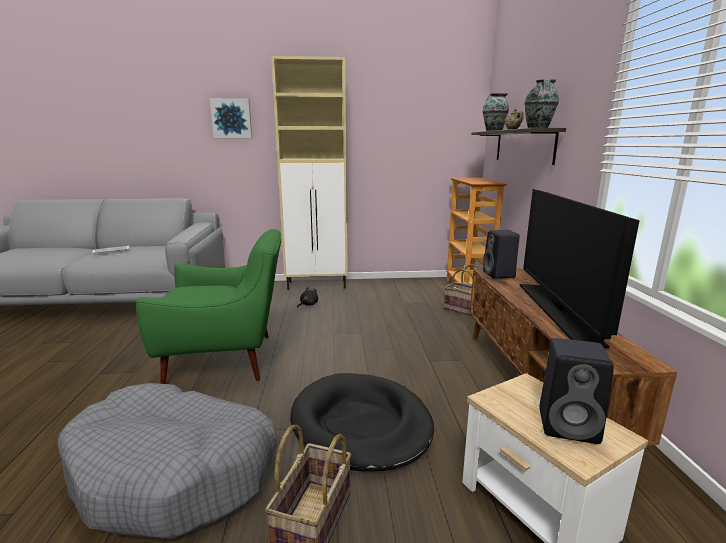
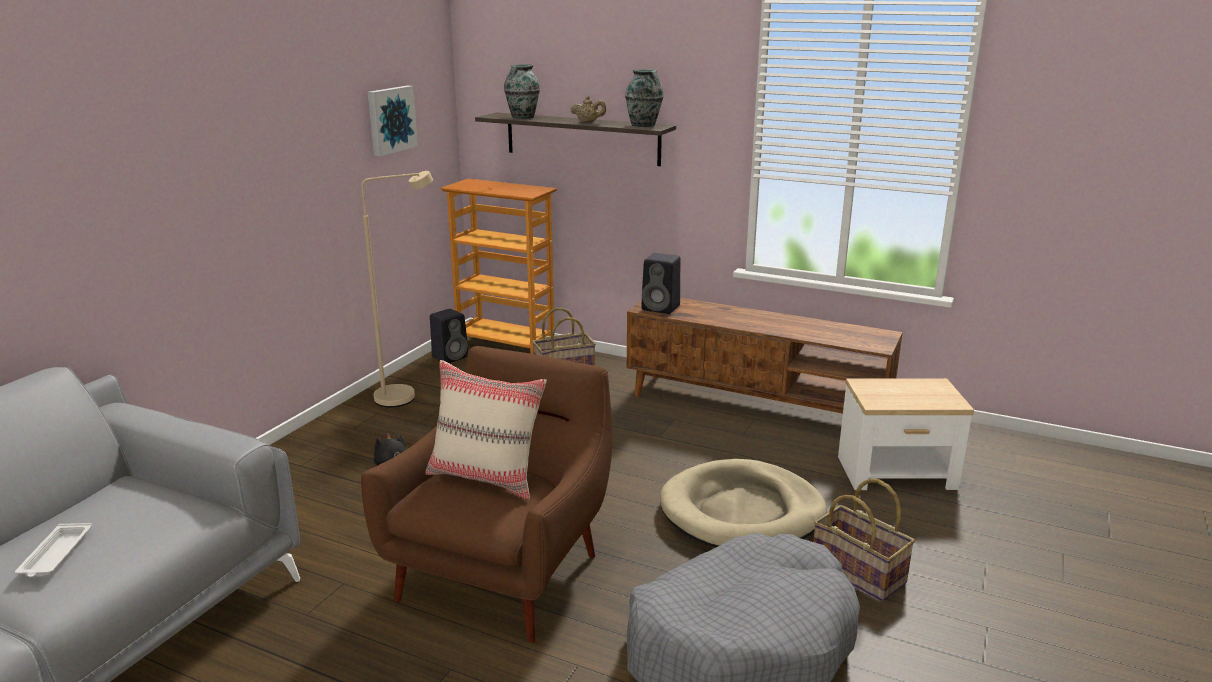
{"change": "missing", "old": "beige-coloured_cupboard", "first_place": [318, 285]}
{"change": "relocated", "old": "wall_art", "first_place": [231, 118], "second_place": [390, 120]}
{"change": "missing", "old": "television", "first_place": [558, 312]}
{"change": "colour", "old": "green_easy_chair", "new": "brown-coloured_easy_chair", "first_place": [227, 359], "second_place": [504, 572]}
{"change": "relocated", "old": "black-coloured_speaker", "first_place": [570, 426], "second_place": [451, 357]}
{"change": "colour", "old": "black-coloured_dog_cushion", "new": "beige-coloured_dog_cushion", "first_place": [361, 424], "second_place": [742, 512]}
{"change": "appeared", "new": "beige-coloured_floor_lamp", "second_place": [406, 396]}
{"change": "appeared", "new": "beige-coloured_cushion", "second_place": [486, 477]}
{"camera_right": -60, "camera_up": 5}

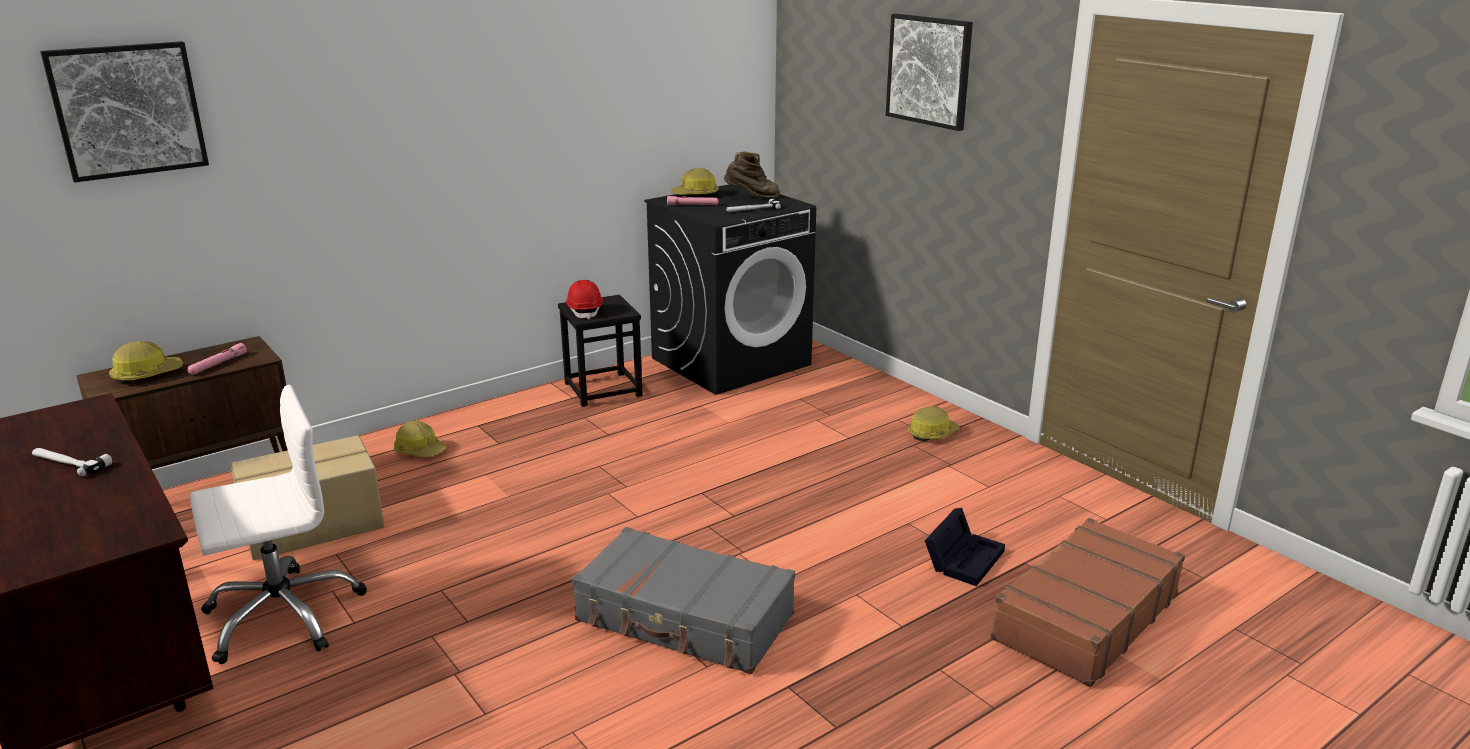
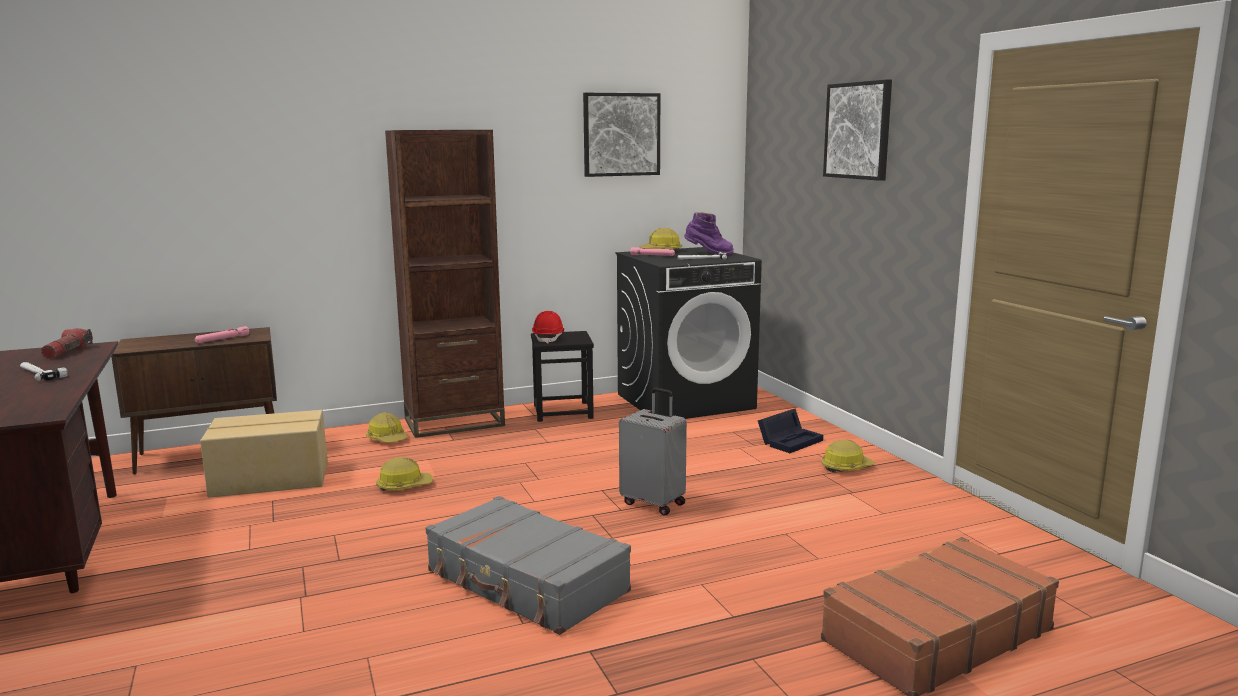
{"change": "relocated", "old": "wall_art", "first_place": [128, 110], "second_place": [621, 134]}
{"change": "colour", "old": "brown-coloured_tall_boot", "new": "purplish_tall_boot", "first_place": [752, 198], "second_place": [708, 254]}
{"change": "relocated", "old": "hard_hat", "first_place": [147, 374], "second_place": [404, 486]}
{"change": "missing", "old": "white_computer_chair", "first_place": [283, 615]}
{"change": "relocated", "old": "black-coloured_storage_bin", "first_place": [964, 558], "second_place": [790, 441]}
{"change": "appeared", "new": "brown-coloured_bookcase", "second_place": [454, 422]}
{"change": "appeared", "new": "torch", "second_place": [67, 352]}
{"change": "appeared", "new": "greyish_suitcase", "second_place": [654, 503]}
{"camera_right": 15, "camera_up": -10}

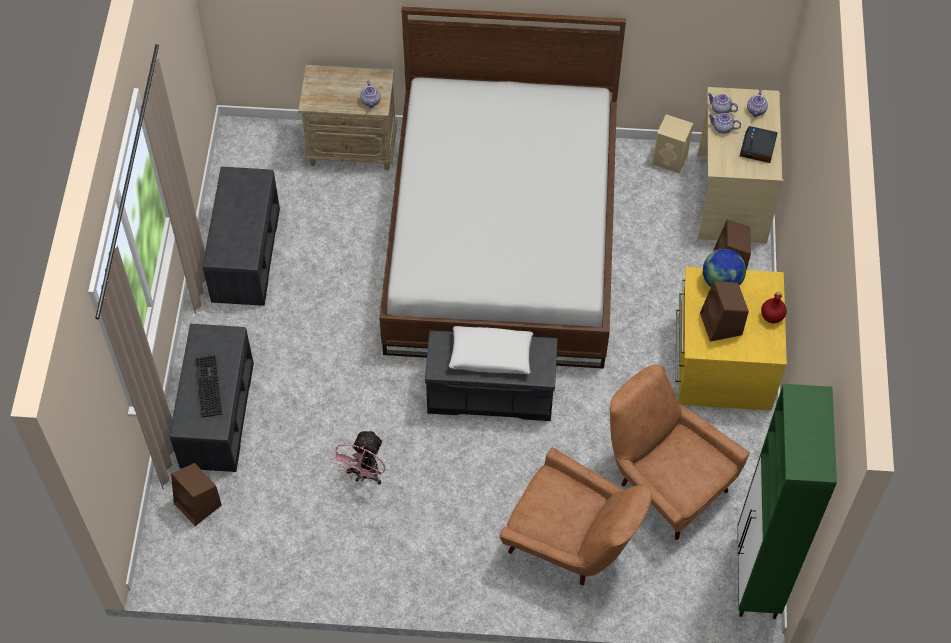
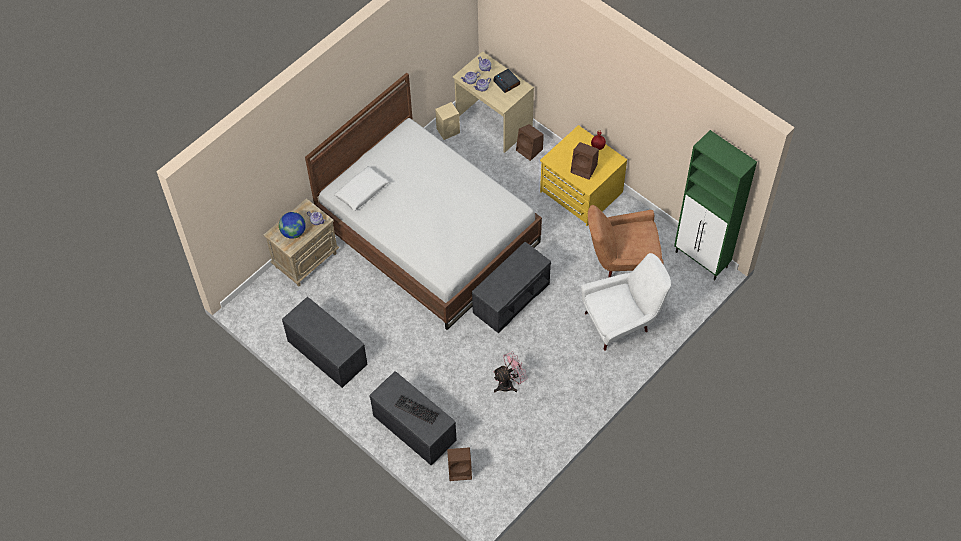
{"change": "relocated", "old": "world_globe", "first_place": [721, 282], "second_place": [293, 232]}
{"change": "relocated", "old": "white_cushion", "first_place": [491, 355], "second_place": [362, 192]}
{"change": "spun", "old": "pink_fan", "first_place": [364, 475], "second_place": [509, 383], "degrees": -90}
{"change": "colour", "old": "brown-coloured_easy_chair", "new": "white_easy_chair", "first_place": [572, 544], "second_place": [622, 321]}
{"camera_right": -50, "camera_up": 0}

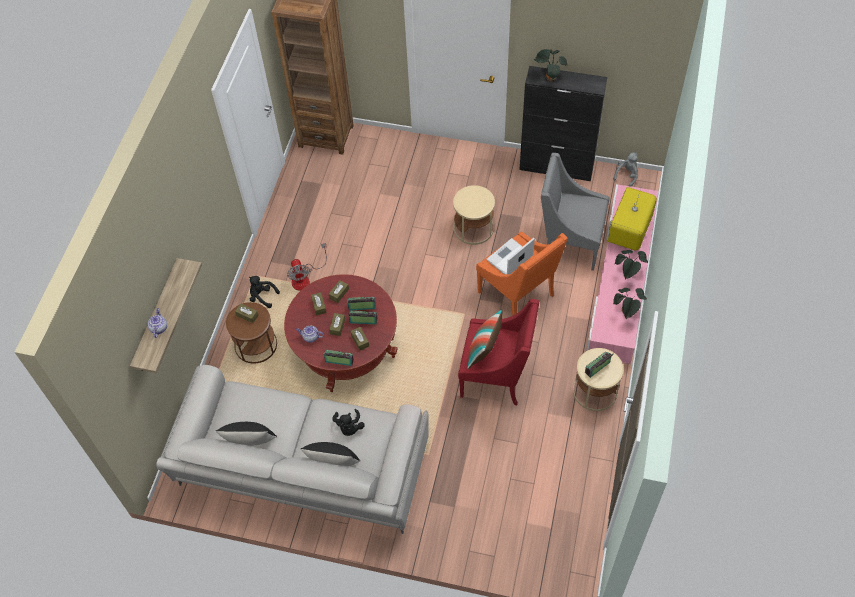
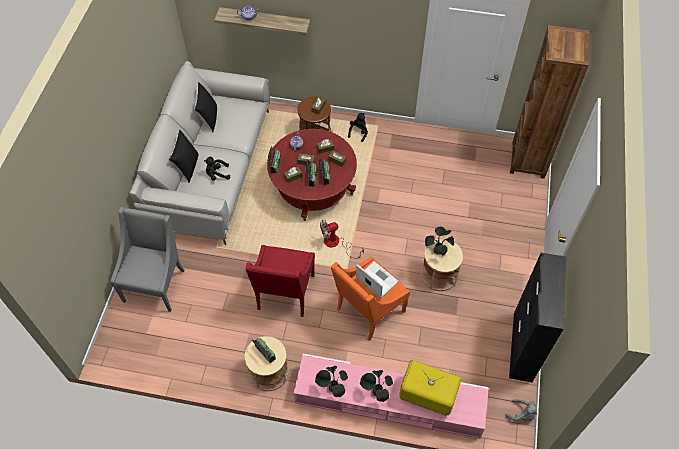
{"change": "relocated", "old": "potted_plant", "first_place": [549, 78], "second_place": [438, 250]}
{"change": "relocated", "old": "greyish_easy_chair", "first_place": [569, 243], "second_place": [155, 284]}
{"change": "relocated", "old": "fan", "first_place": [305, 278], "second_place": [336, 244]}
{"change": "missing", "old": "cushion", "first_place": [484, 351]}
{"camera_right": 85, "camera_up": 0}

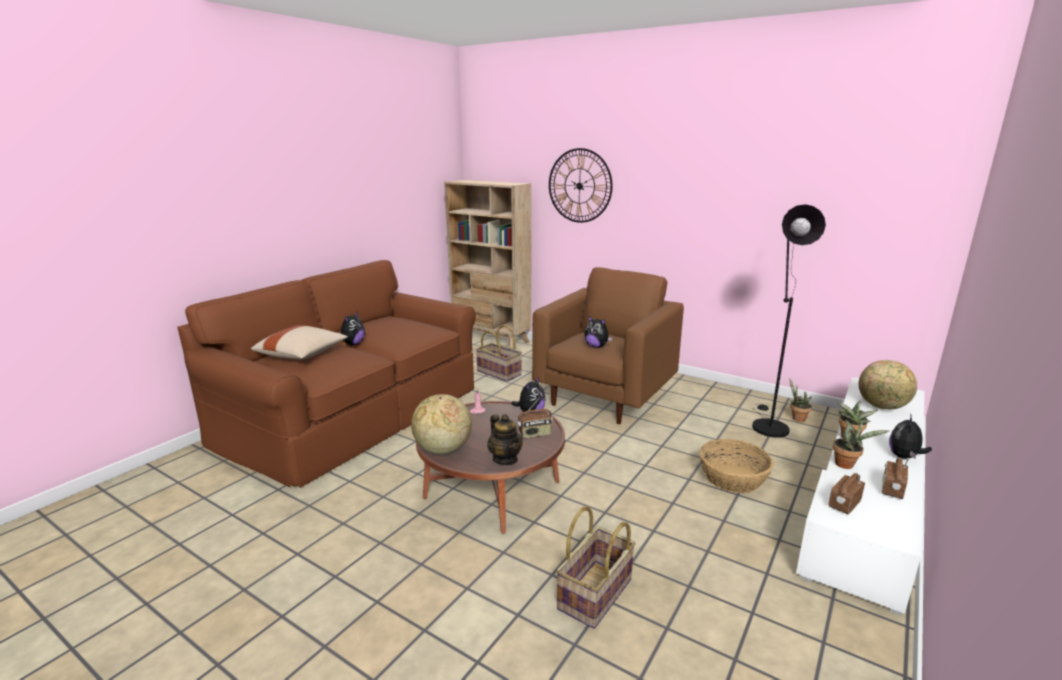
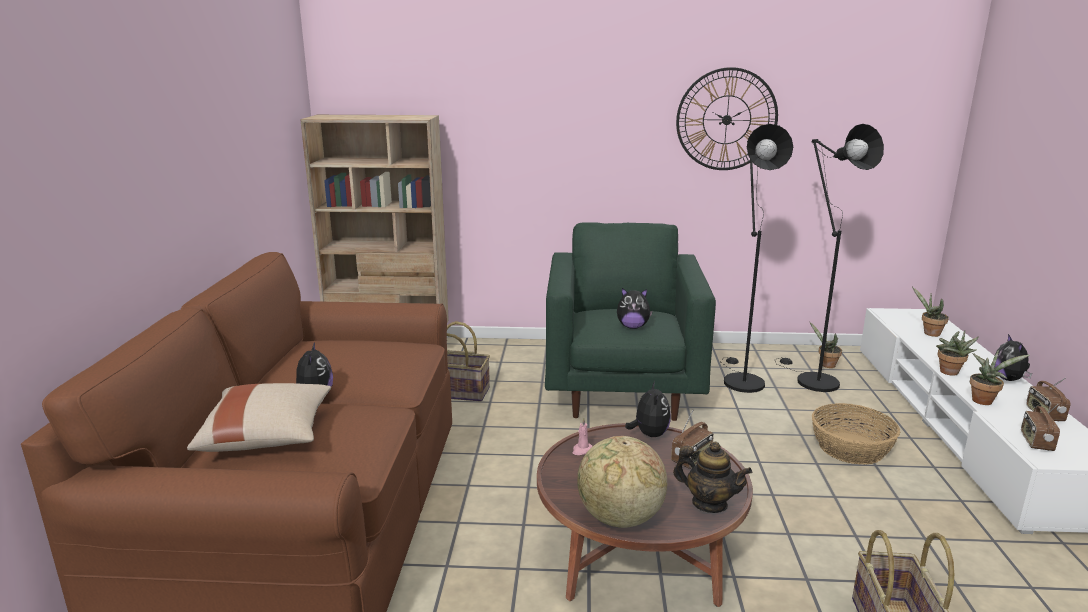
{"change": "relocated", "old": "hanging_clock", "first_place": [579, 186], "second_place": [726, 119]}
{"change": "colour", "old": "brown-coloured_easy_chair", "new": "green_easy_chair", "first_place": [605, 397], "second_place": [622, 391]}
{"change": "exchanged", "old": "world_globe", "new": "potted_plant", "first_place": [882, 407], "second_place": [929, 333]}
{"change": "appeared", "new": "black-coloured_floor_lamp", "second_place": [740, 380]}
{"camera_right": -30, "camera_up": 0}

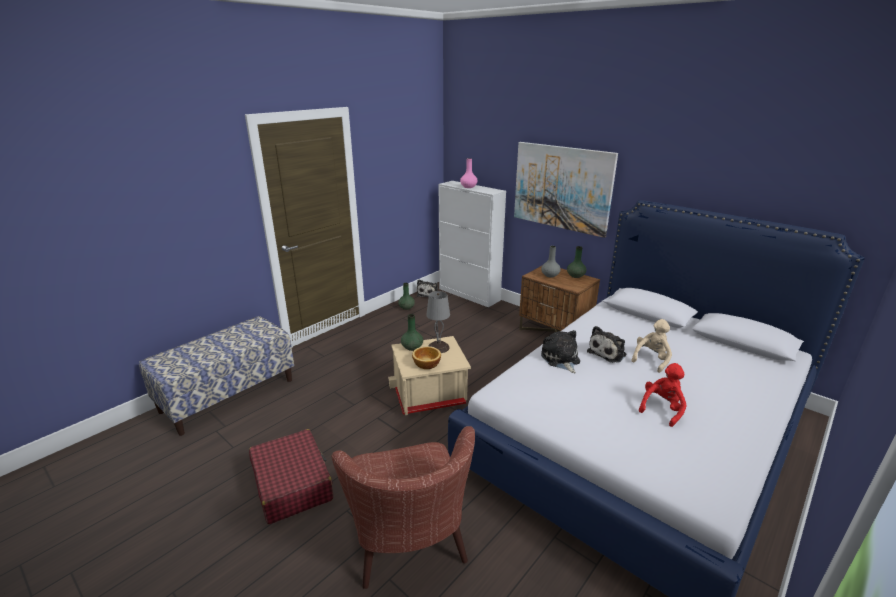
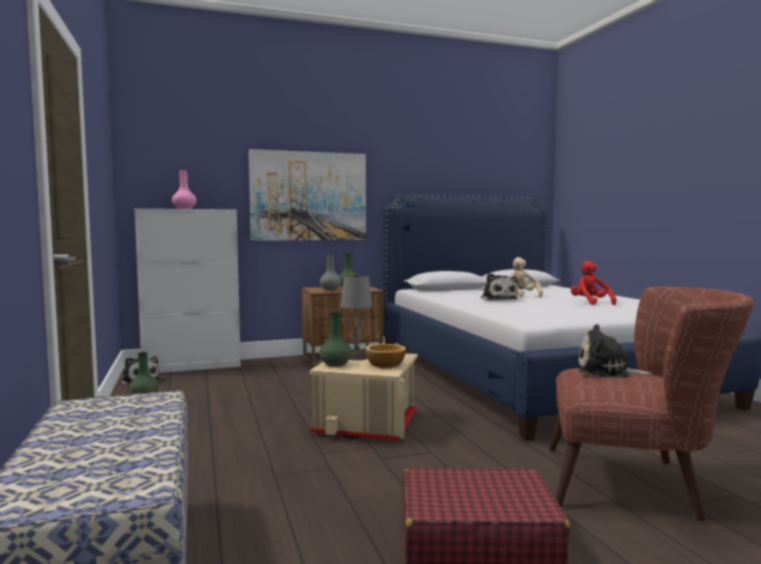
{"change": "relocated", "old": "cuddly_toy", "first_place": [561, 359], "second_place": [607, 371]}
{"camera_right": -60, "camera_up": -20}

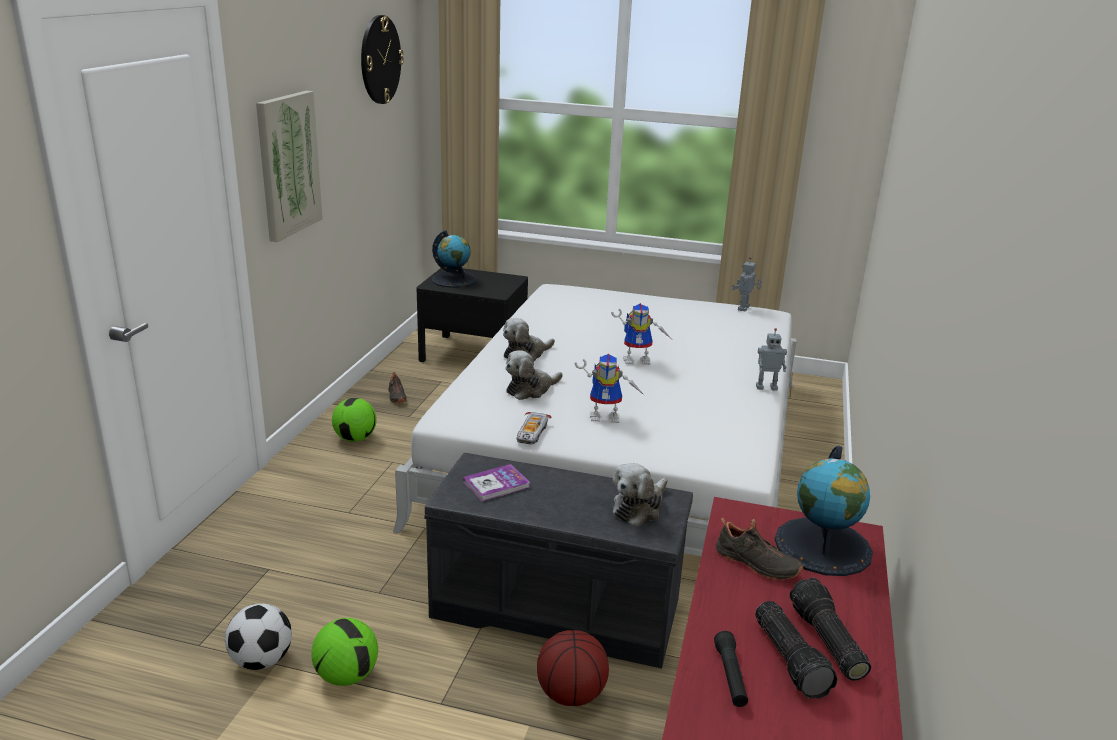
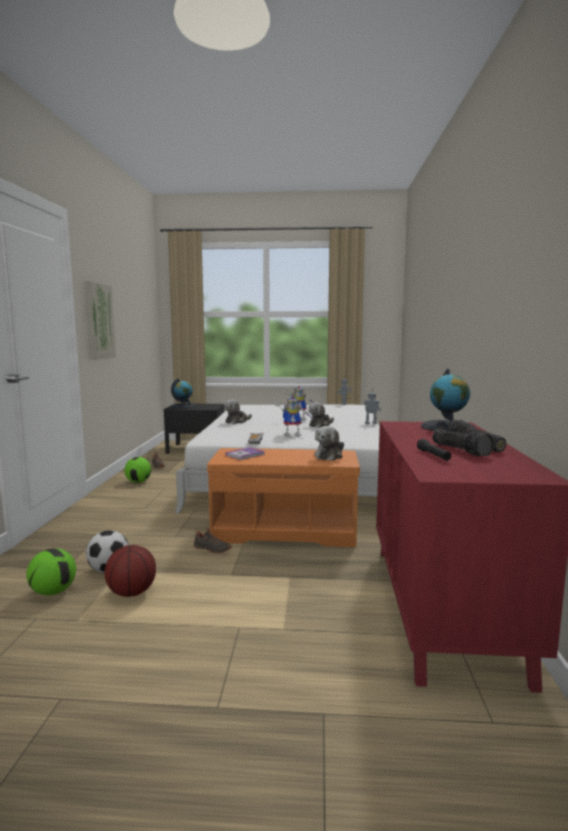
{"change": "missing", "old": "hanging_clock", "first_place": [380, 60]}
{"change": "relocated", "old": "cuddly_toy", "first_place": [530, 389], "second_place": [320, 425]}
{"change": "colour", "old": "greyish_long_seat", "new": "orange-coloured_long_seat", "first_place": [559, 607], "second_place": [286, 531]}
{"change": "relocated", "old": "black-coloured_item_of_footwear", "first_place": [756, 565], "second_place": [211, 549]}
{"change": "relocated", "old": "football", "first_place": [347, 676], "second_place": [53, 592]}
{"change": "relocated", "old": "basketball_ball", "first_place": [571, 694], "second_place": [132, 592]}
{"camera_right": -10, "camera_up": -15}

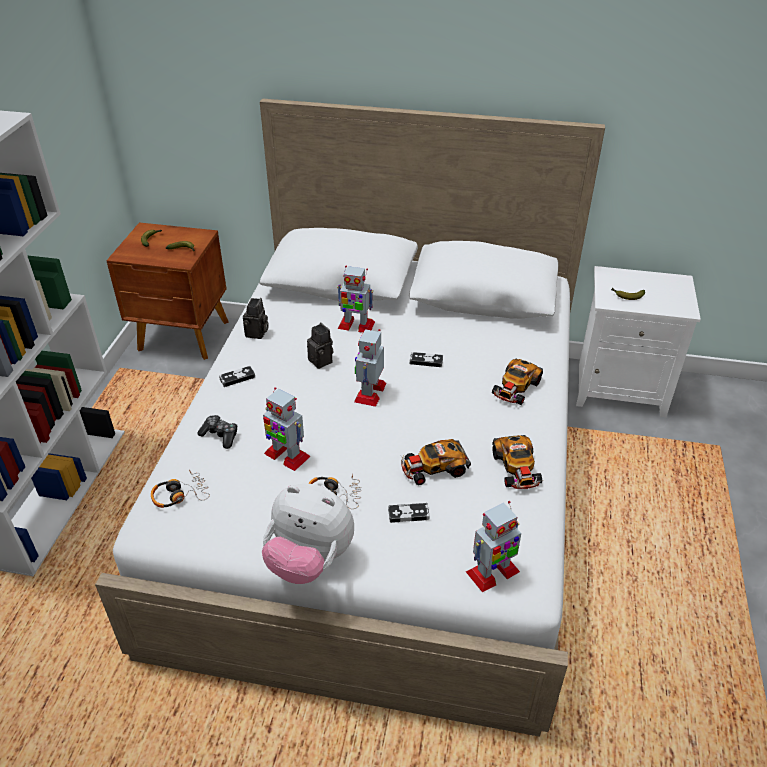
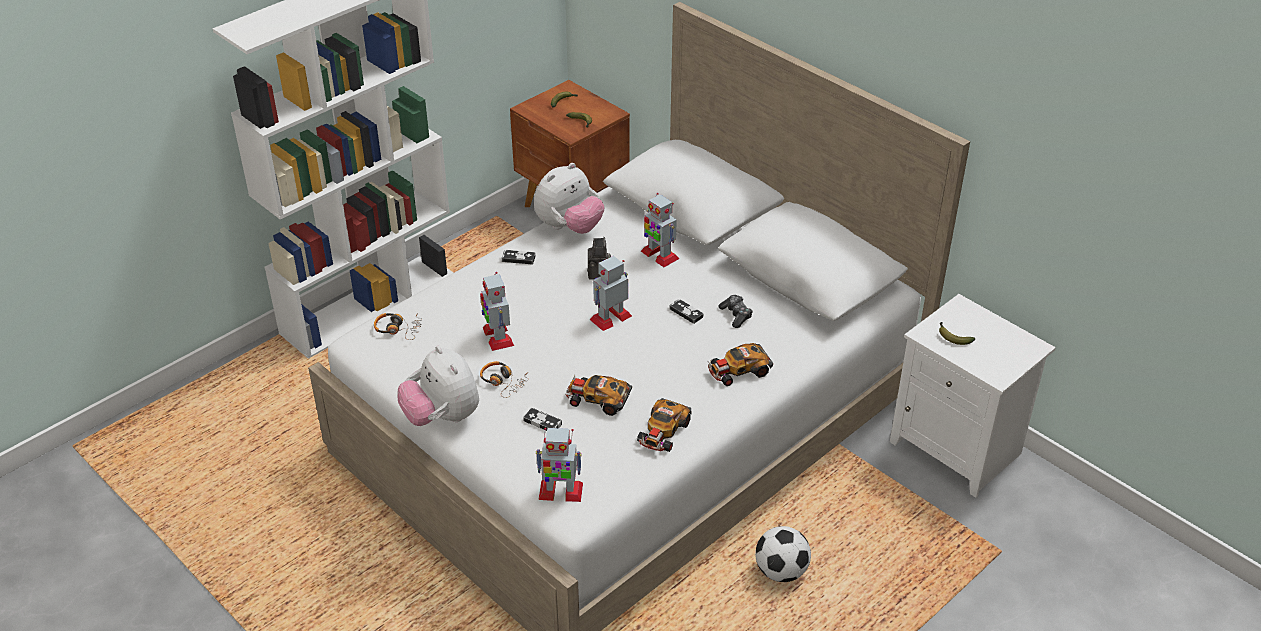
{"change": "exchanged", "old": "photo_camera", "new": "cuddly_toy", "first_place": [257, 334], "second_place": [569, 227]}
{"change": "relocated", "old": "joypad", "first_place": [220, 435], "second_place": [736, 315]}
{"change": "appeared", "new": "football", "second_place": [781, 571]}
{"camera_right": 35, "camera_up": 0}

